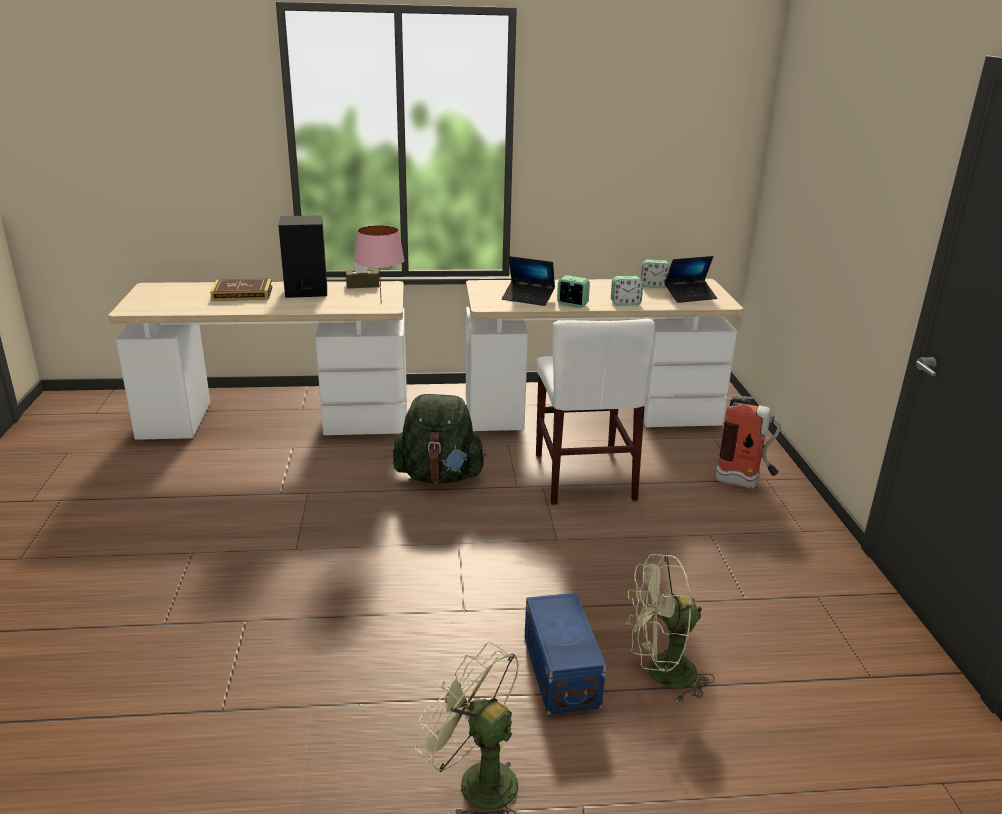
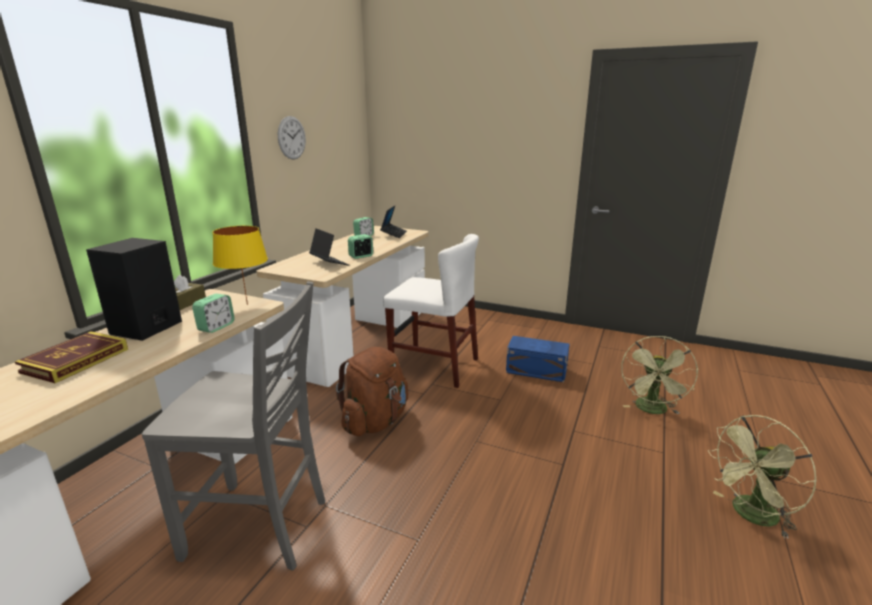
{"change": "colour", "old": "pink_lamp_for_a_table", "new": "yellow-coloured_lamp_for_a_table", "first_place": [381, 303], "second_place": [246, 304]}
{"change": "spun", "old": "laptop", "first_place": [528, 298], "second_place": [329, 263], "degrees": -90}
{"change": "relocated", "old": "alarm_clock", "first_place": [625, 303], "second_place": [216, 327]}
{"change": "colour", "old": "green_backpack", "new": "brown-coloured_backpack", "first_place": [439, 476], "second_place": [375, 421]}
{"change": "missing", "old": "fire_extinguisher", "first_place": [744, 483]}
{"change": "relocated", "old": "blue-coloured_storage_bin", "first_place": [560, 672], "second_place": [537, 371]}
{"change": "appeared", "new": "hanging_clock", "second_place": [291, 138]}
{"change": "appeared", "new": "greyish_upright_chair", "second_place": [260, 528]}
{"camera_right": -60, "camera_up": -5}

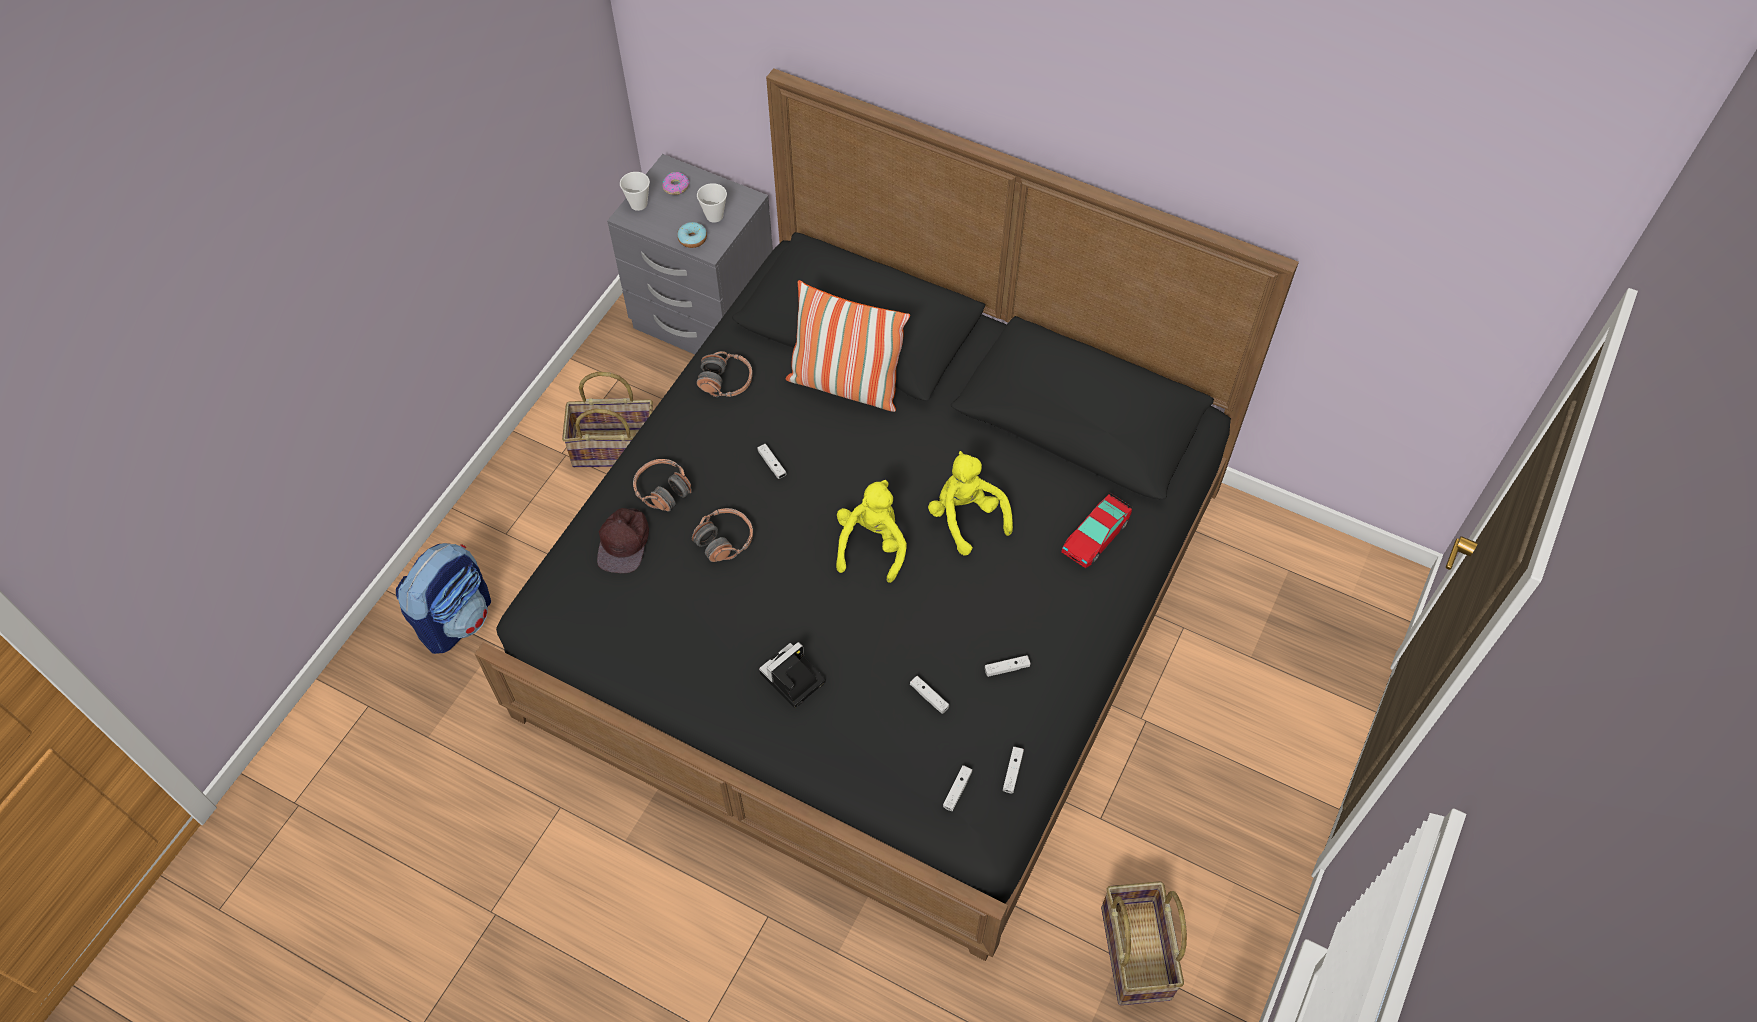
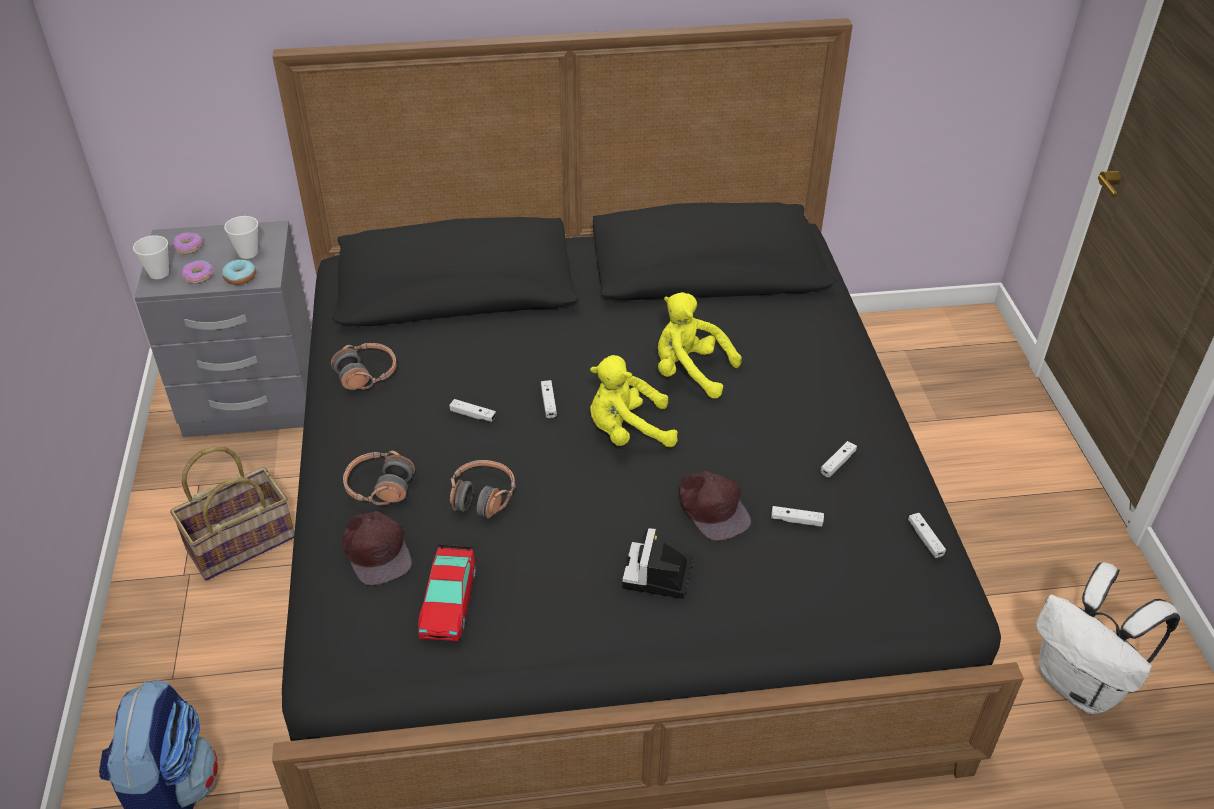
{"change": "missing", "old": "cushion", "first_place": [845, 385]}
{"change": "spun", "old": "yellow-coloured_cuddly_toy", "first_place": [872, 545], "second_place": [627, 431], "degrees": -75}
{"change": "relocated", "old": "miniature_car", "first_place": [1095, 535], "second_place": [447, 600]}
{"change": "relocated", "old": "white_joypad", "first_place": [957, 790], "second_place": [548, 403]}
{"change": "exchanged", "old": "household_basket", "new": "white_backpack", "first_place": [1137, 953], "second_place": [1080, 685]}
{"change": "appeared", "new": "doughnut", "second_place": [198, 276]}
{"change": "appeared", "new": "brown-coloured_baseball_cap", "second_place": [713, 508]}
{"camera_right": -35, "camera_up": -15}

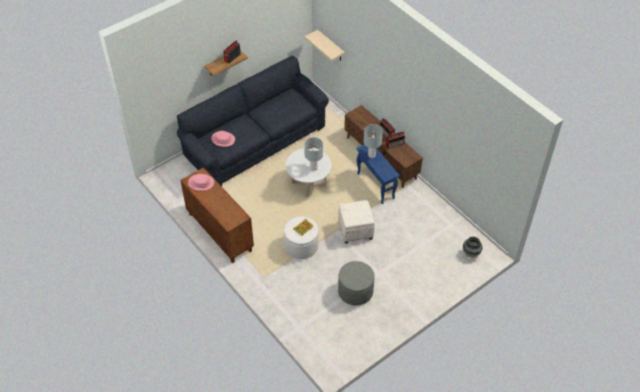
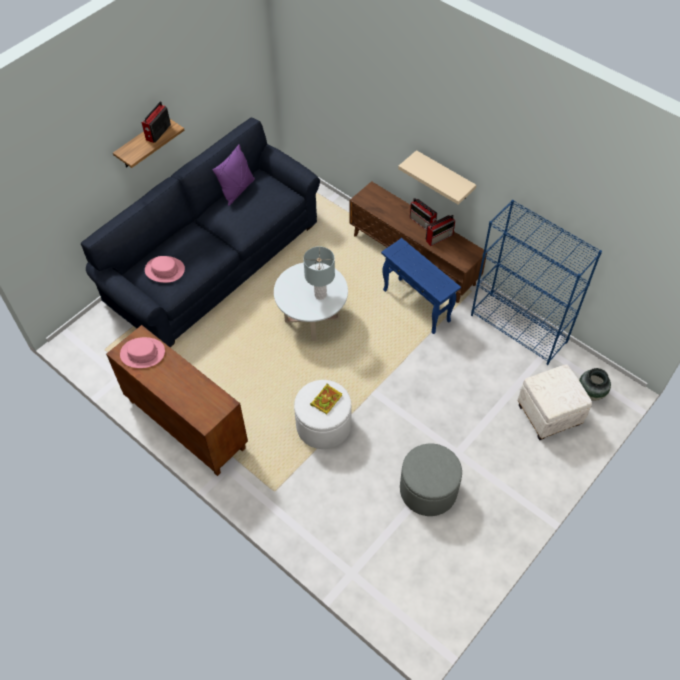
{"change": "relocated", "old": "beige-coloured_bracket_shelf", "first_place": [331, 46], "second_place": [444, 176]}
{"change": "missing", "old": "greyish_lamp_for_a_table", "first_place": [371, 155]}
{"change": "relocated", "old": "white_pouffe", "first_place": [355, 231], "second_place": [548, 415]}
{"change": "appeared", "new": "purplish_cushion", "second_place": [237, 190]}
{"change": "appeared", "new": "blue-coloured_bookcase", "second_place": [519, 329]}
{"camera_right": -10, "camera_up": 5}

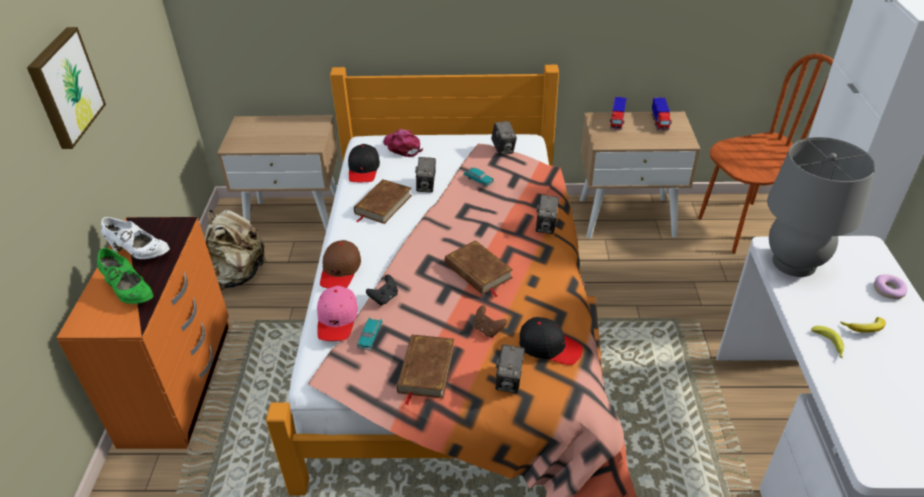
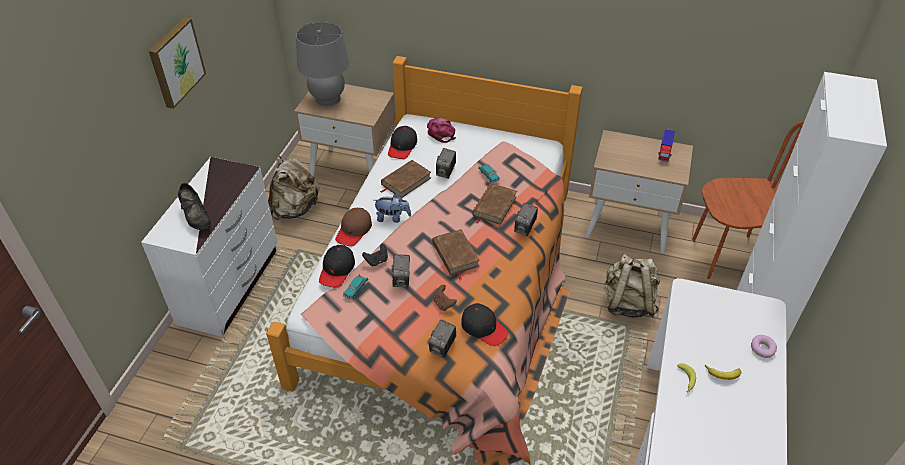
{"change": "missing", "old": "toy_truck", "first_place": [617, 122]}
{"change": "relocated", "old": "photo_camera", "first_place": [503, 149], "second_place": [401, 279]}
{"change": "relocated", "old": "greyish_lamp_for_a_table", "first_place": [794, 263], "second_place": [328, 99]}
{"change": "colour", "old": "orange-coloured_dresser", "new": "white_dresser", "first_place": [180, 381], "second_place": [230, 285]}
{"change": "missing", "old": "white_item_of_footwear", "first_place": [139, 252]}
{"change": "colour", "old": "green_item_of_footwear", "new": "black-coloured_item_of_footwear", "first_place": [129, 292], "second_place": [196, 218]}
{"change": "colour", "old": "pink_baseball_cap", "new": "black-coloured_baseball_cap", "first_place": [337, 319], "second_place": [337, 270]}
{"change": "relocated", "old": "brown-coloured_volume", "first_place": [426, 369], "second_place": [494, 206]}
{"change": "appeared", "new": "cuddly_toy", "second_place": [392, 218]}
{"change": "appeared", "new": "beige-coloured_backpack", "second_place": [627, 303]}
{"camera_right": 15, "camera_up": 5}

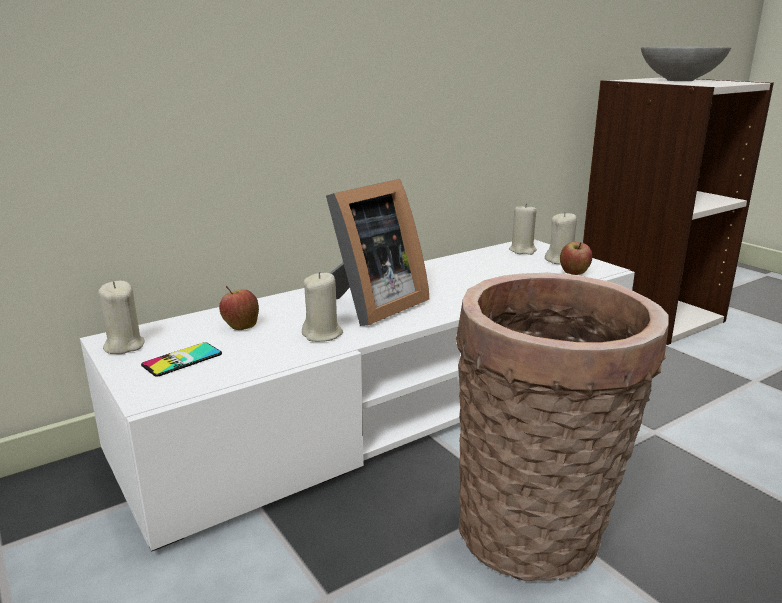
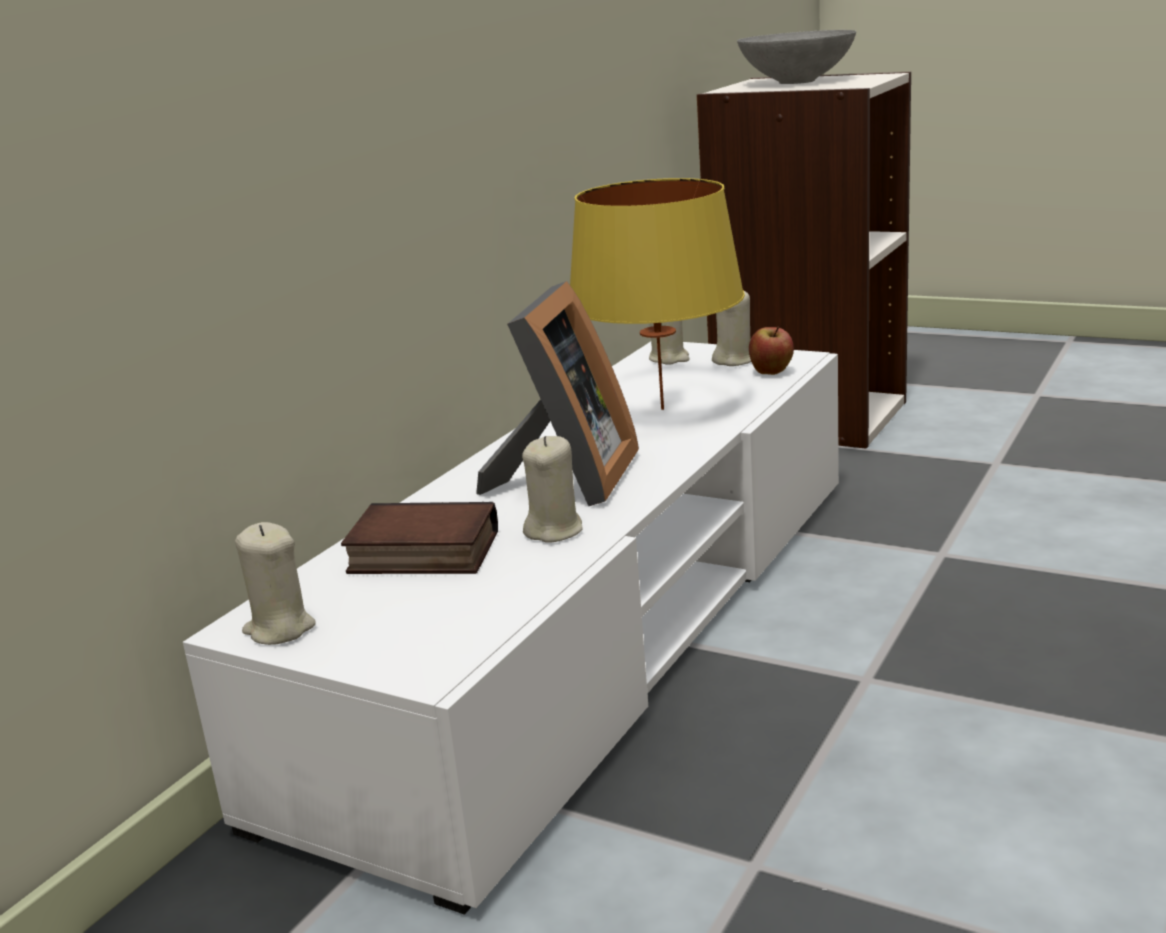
{"change": "missing", "old": "household_basket", "first_place": [538, 532]}
{"change": "exchanged", "old": "whole_apple", "new": "volume", "first_place": [240, 326], "second_place": [420, 554]}
{"change": "missing", "old": "telephone", "first_place": [182, 360]}
{"change": "appeared", "new": "yellow-coloured_lamp_for_a_table", "second_place": [662, 409]}
{"camera_right": -25, "camera_up": 0}

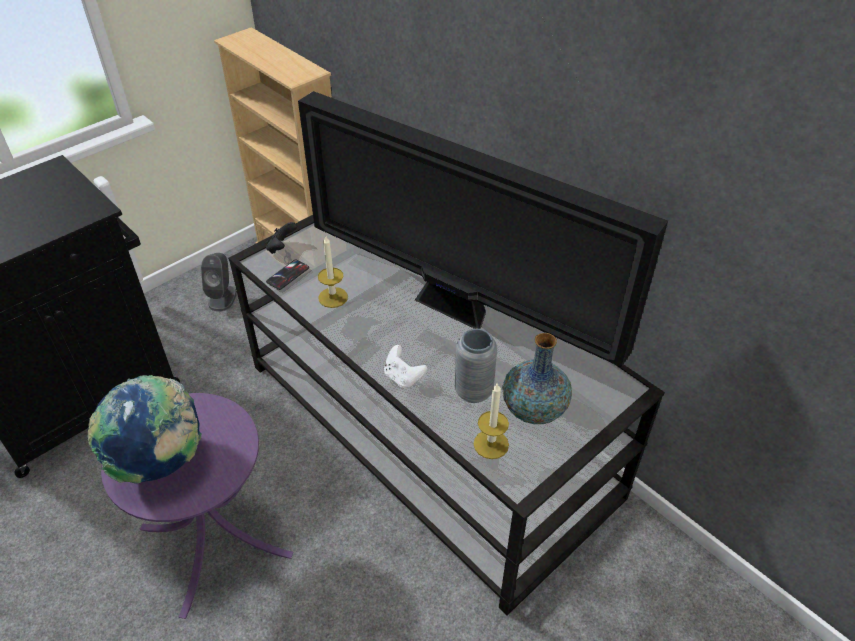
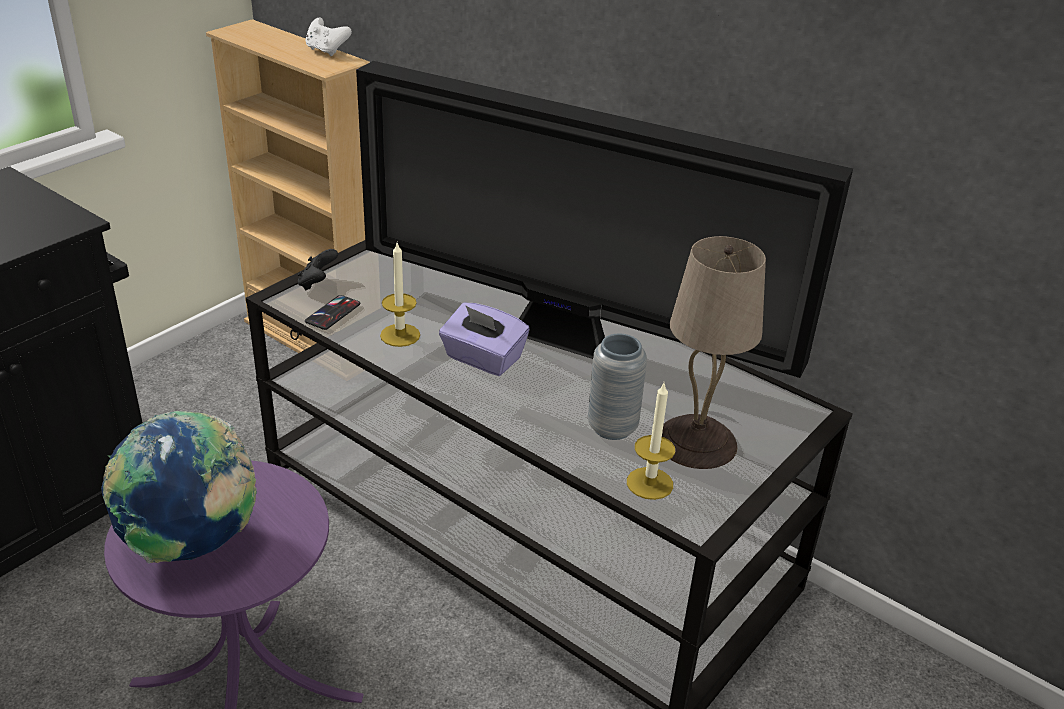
{"change": "missing", "old": "greyish_speaker", "first_place": [222, 298]}
{"change": "exchanged", "old": "vase", "new": "beige-coloured_lamp_for_a_table", "first_place": [533, 409], "second_place": [694, 442]}
{"change": "relocated", "old": "white_joypad", "first_place": [403, 377], "second_place": [326, 51]}
{"change": "appeared", "new": "purplish_tissue_holder", "second_place": [482, 359]}
{"camera_right": -10, "camera_up": -10}

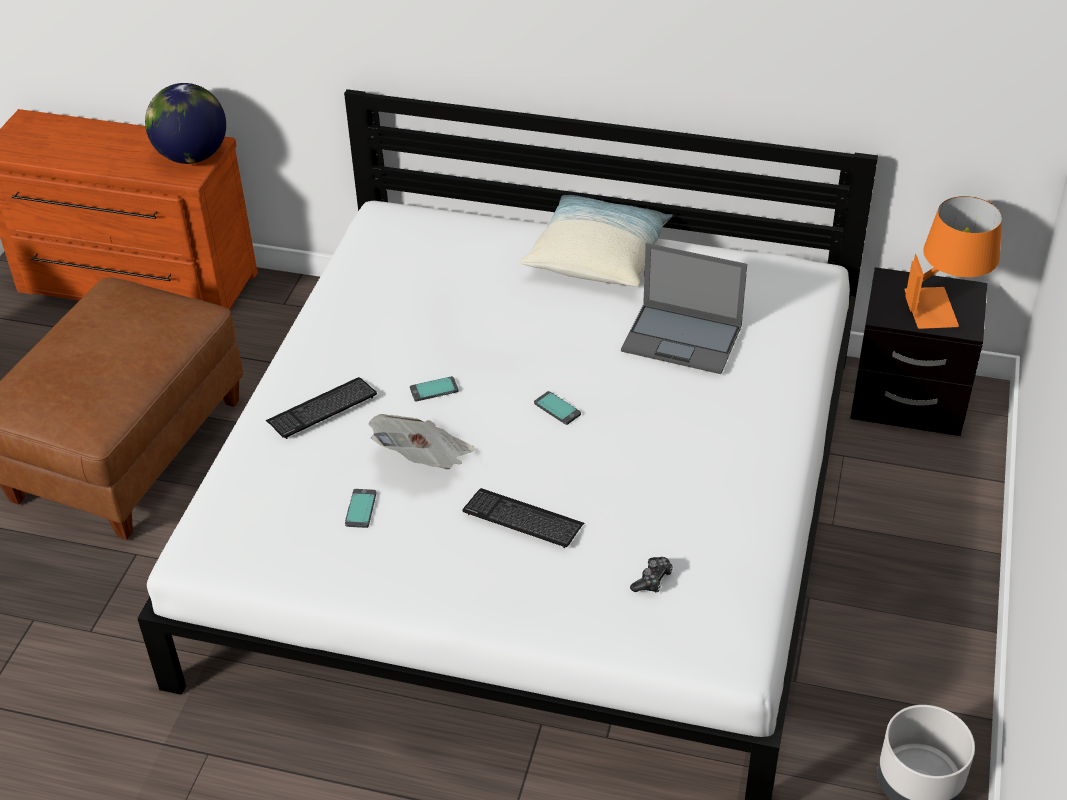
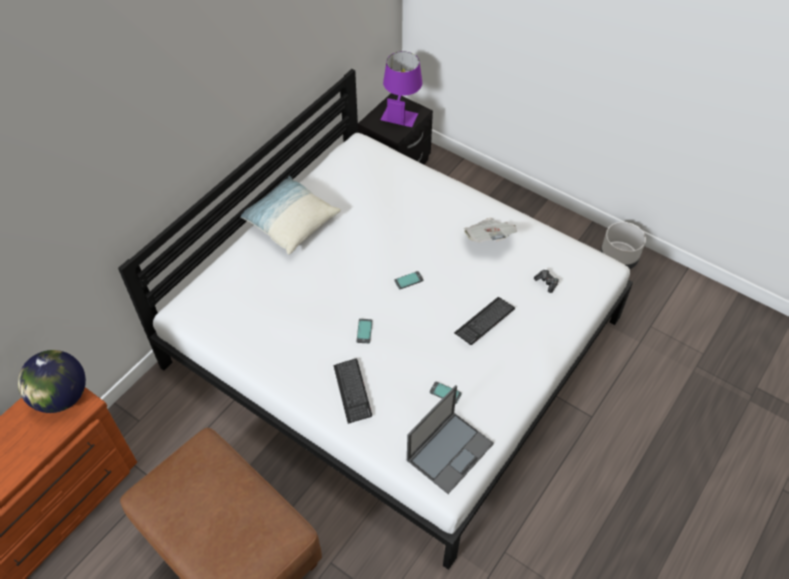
{"change": "colour", "old": "orange-coloured_lamp_for_a_table", "new": "purplish_lamp_for_a_table", "first_place": [945, 306], "second_place": [401, 112]}
{"change": "relocated", "old": "laptop", "first_place": [683, 338], "second_place": [450, 451]}
{"change": "relocated", "old": "daily_paper", "first_place": [424, 460], "second_place": [488, 239]}
{"camera_right": -70, "camera_up": 10}

